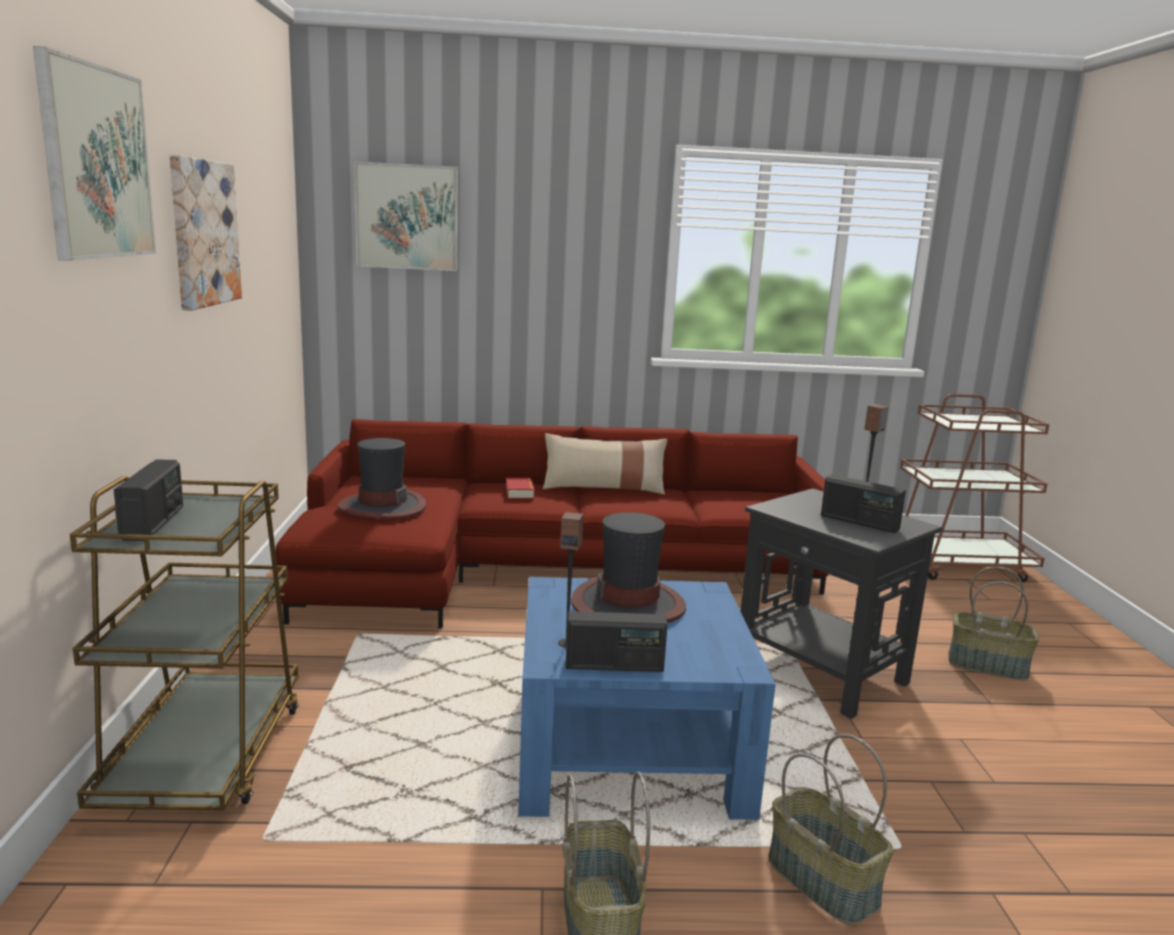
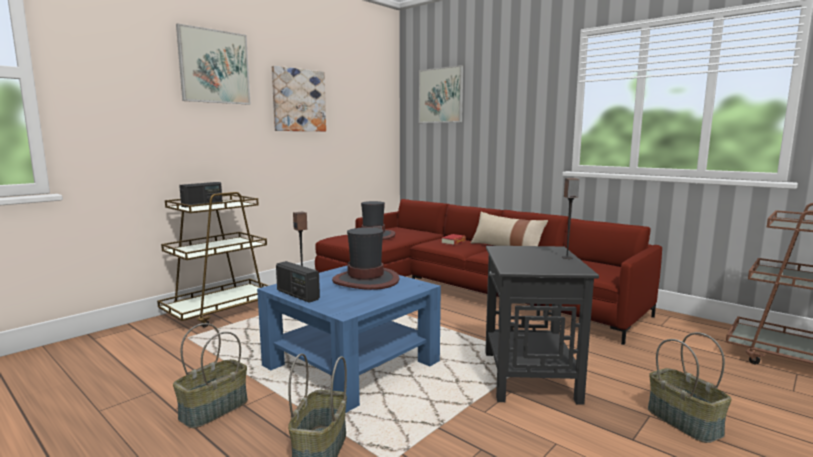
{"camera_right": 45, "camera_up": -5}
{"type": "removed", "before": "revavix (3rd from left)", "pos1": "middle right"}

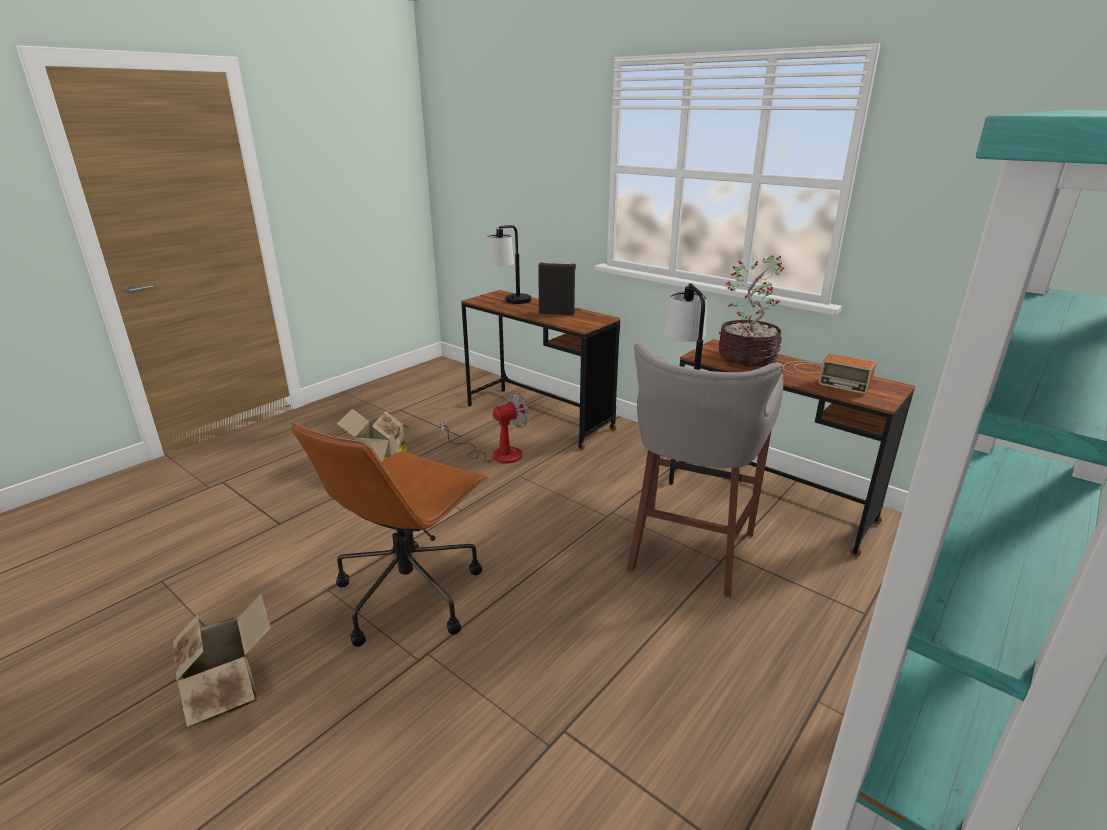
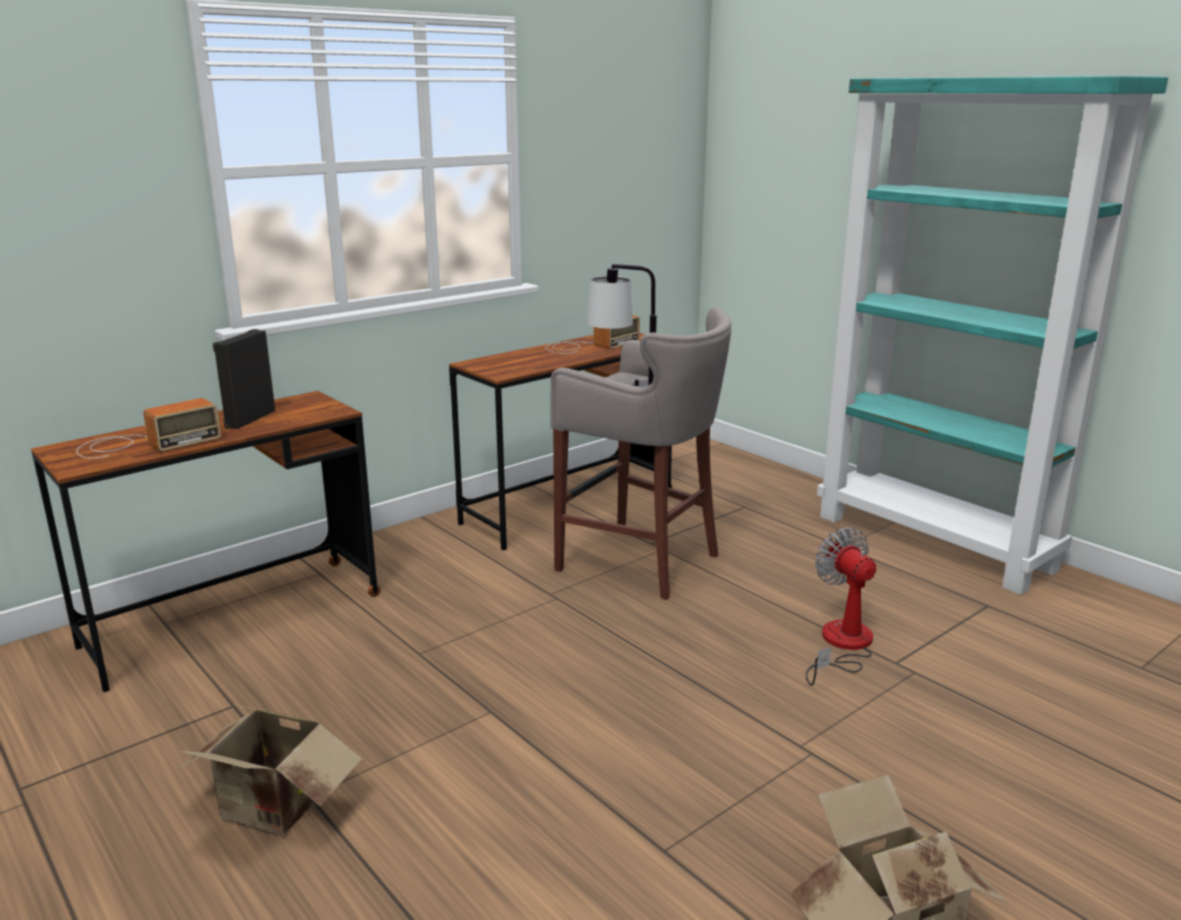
{"camera_right": -80, "camera_up": -5}
{"type": "removed", "before": "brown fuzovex", "pos1": "centre"}
{"type": "removed", "before": "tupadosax", "pos1": "middle right"}
{"type": "moved", "before": "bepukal", "pos1": "centre", "pos2": "middle right"}
{"type": "replaced", "before": "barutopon (1st from left)", "after": "revavix (1st from left)", "pos1": "top centre", "pos2": "middle left"}

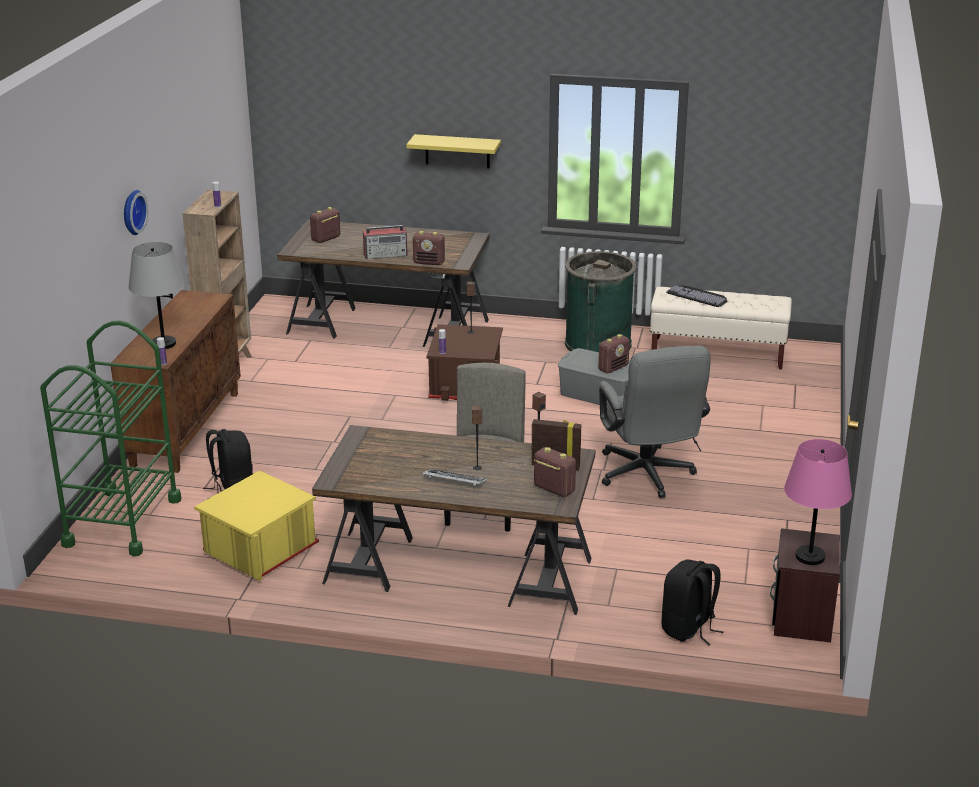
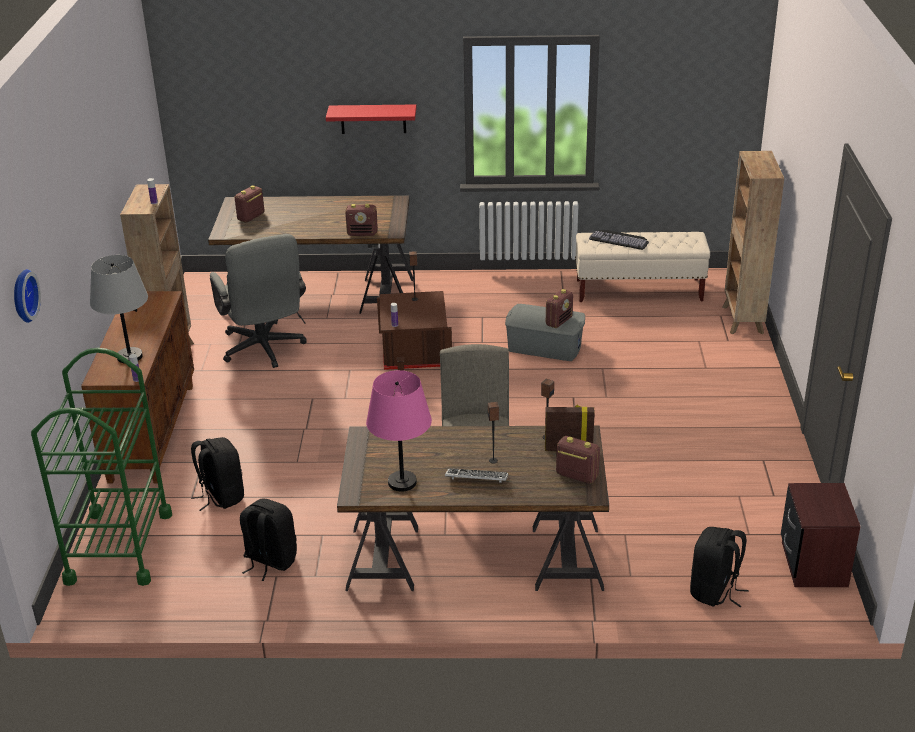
{"camera_right": -10, "camera_up": 5}
{"type": "removed", "before": "revavix (2nd from left)", "pos1": "top centre"}
{"type": "removed", "before": "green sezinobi", "pos1": "centre"}
{"type": "added", "after": "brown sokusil (2nd from left)", "pos2": "top right"}
{"type": "moved", "before": "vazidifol", "pos1": "top left", "pos2": "middle left"}
{"type": "moved", "before": "grey fuzovex", "pos1": "middle right", "pos2": "middle left"}
{"type": "moved", "before": "pink barutopon", "pos1": "middle right", "pos2": "centre"}
{"type": "replaced", "before": "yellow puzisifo", "after": "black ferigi (2nd from left)", "pos1": "bottom left", "pos2": "bottom left"}
{"type": "recoloured", "before": "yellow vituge", "after": "red vituge", "pos1": "top centre", "pos2": "top centre"}

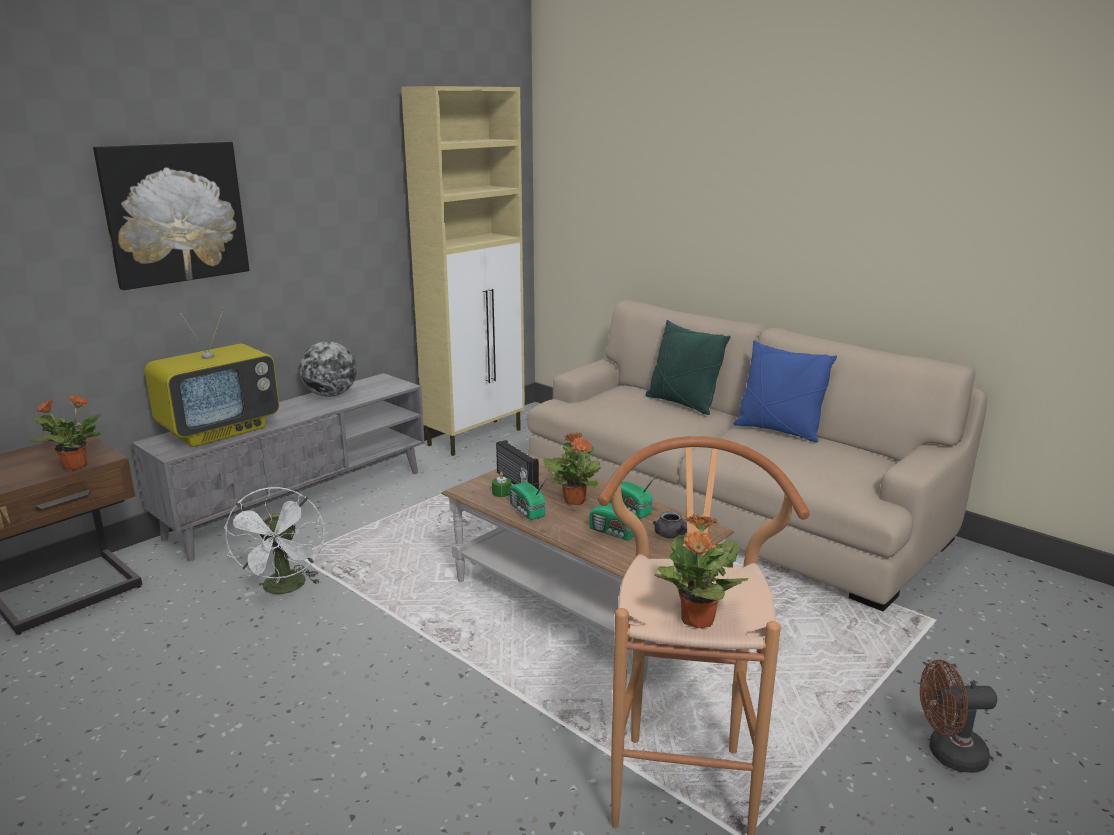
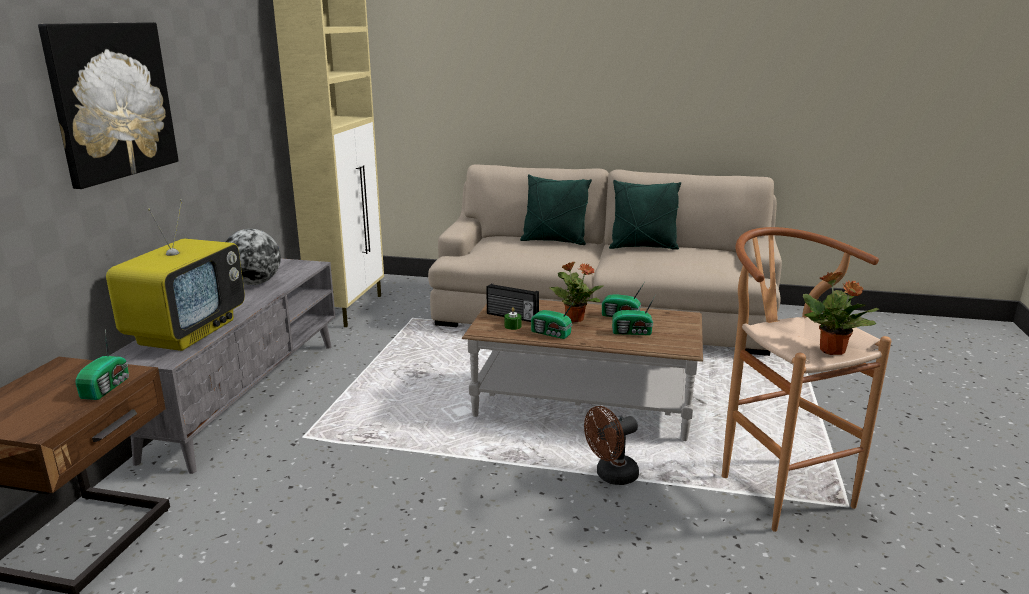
{"camera_right": -30, "camera_up": 0}
{"type": "removed", "before": "white bepukal", "pos1": "middle left"}
{"type": "removed", "before": "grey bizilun", "pos1": "centre"}
{"type": "moved", "before": "brown bepukal", "pos1": "bottom right", "pos2": "bottom centre"}
{"type": "replaced", "before": "tupadosax (1st from left)", "after": "revavix (1st from left)", "pos1": "middle left", "pos2": "middle left"}
{"type": "recoloured", "before": "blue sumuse", "after": "green sumuse (2nd from left)", "pos1": "middle right", "pos2": "centre"}

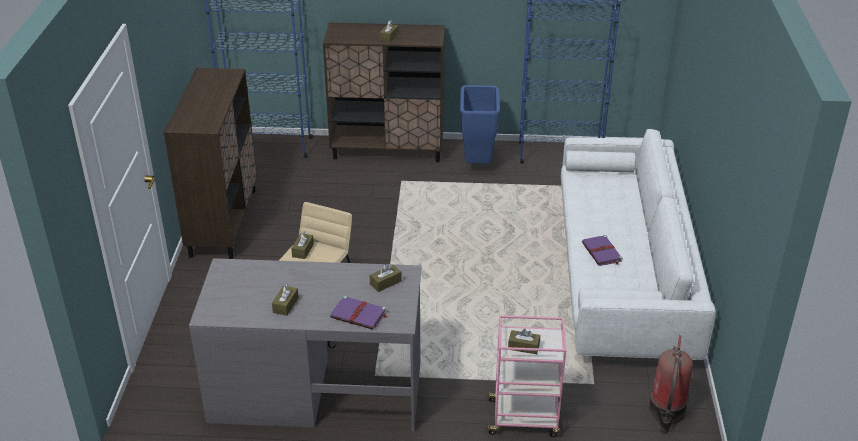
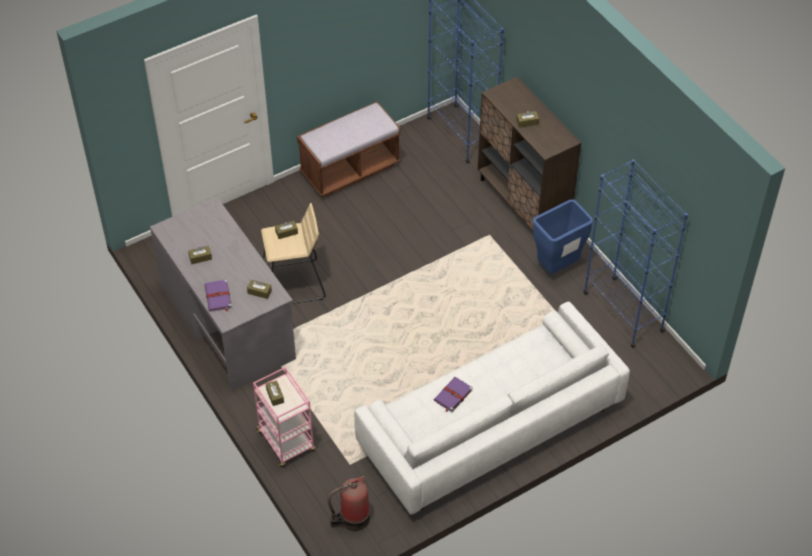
{"camera_right": 55, "camera_up": 15}
{"type": "replaced", "before": "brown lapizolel (1st from left)", "after": "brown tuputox", "pos1": "middle left", "pos2": "top centre"}

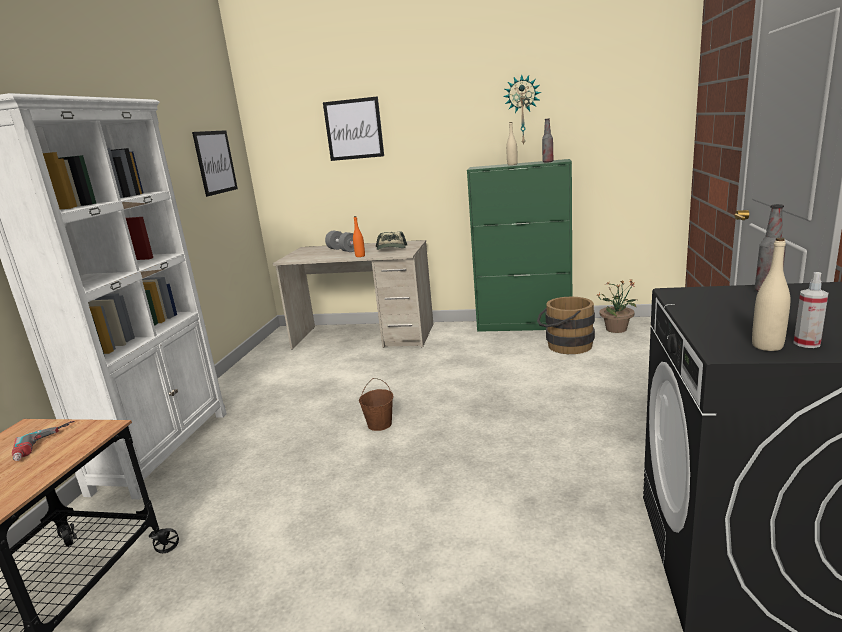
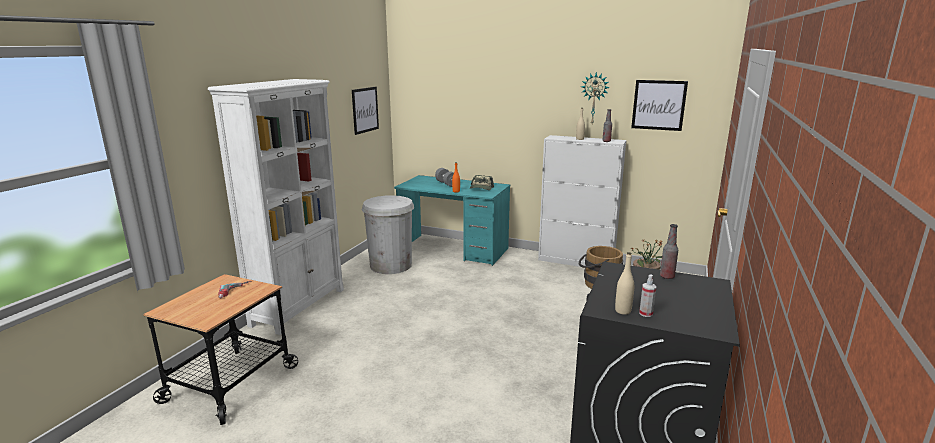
{"camera_right": 10, "camera_up": 0}
{"type": "removed", "before": "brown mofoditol (1st from left)", "pos1": "centre"}
{"type": "added", "after": "white sezinobi", "pos2": "centre"}
{"type": "moved", "before": "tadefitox (2nd from left)", "pos1": "top centre", "pos2": "top right"}
{"type": "recoloured", "before": "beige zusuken", "after": "turquoise zusuken", "pos1": "centre", "pos2": "centre"}
{"type": "recoloured", "before": "green lapizolel", "after": "white lapizolel", "pos1": "centre", "pos2": "centre"}

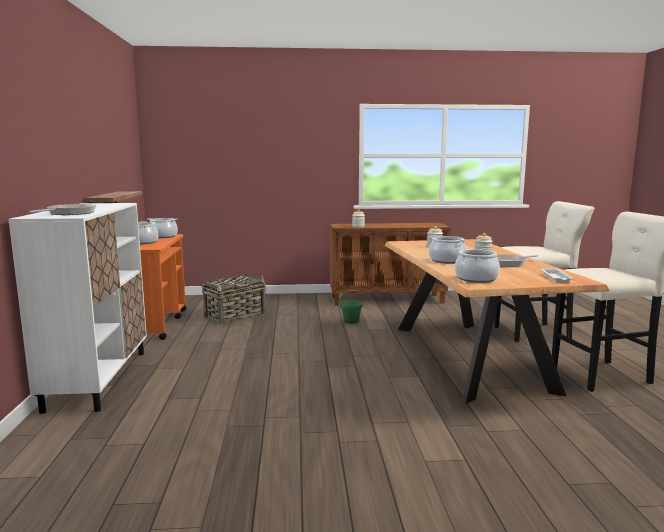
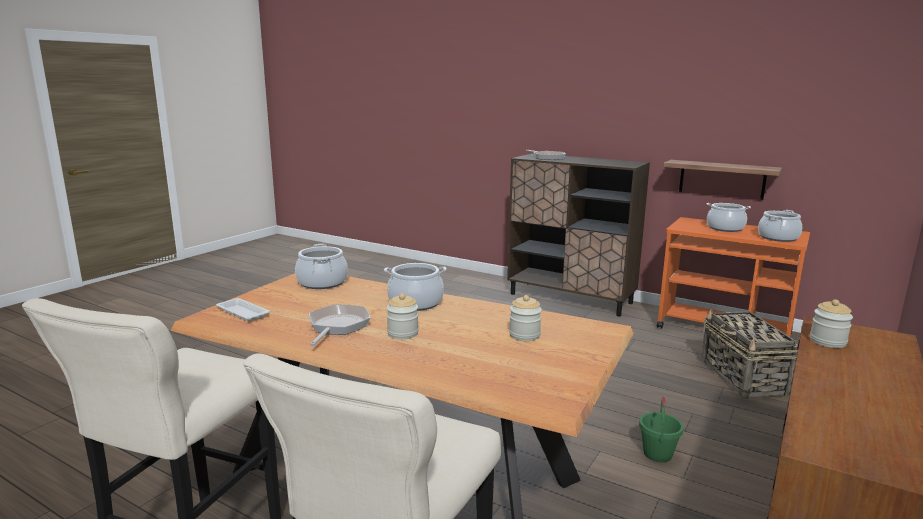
{"camera_right": 125, "camera_up": 5}
{"type": "recoloured", "before": "white lapizolel", "after": "brown lapizolel (1st from left)", "pos1": "middle left", "pos2": "centre"}

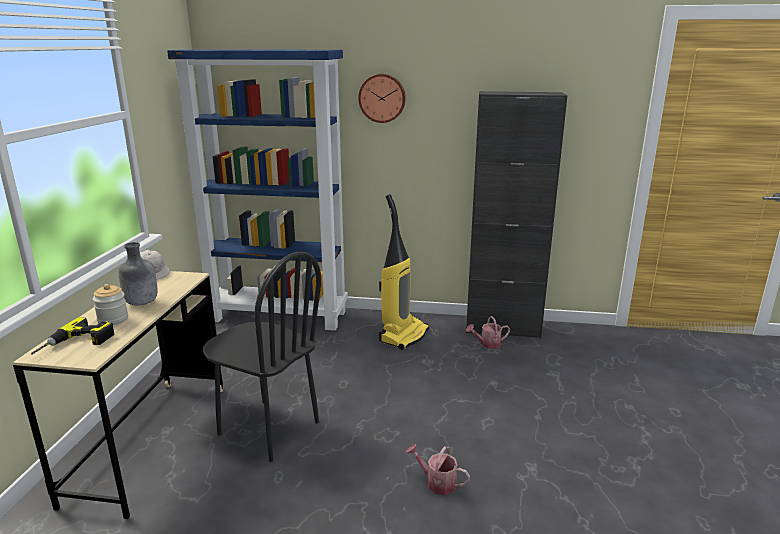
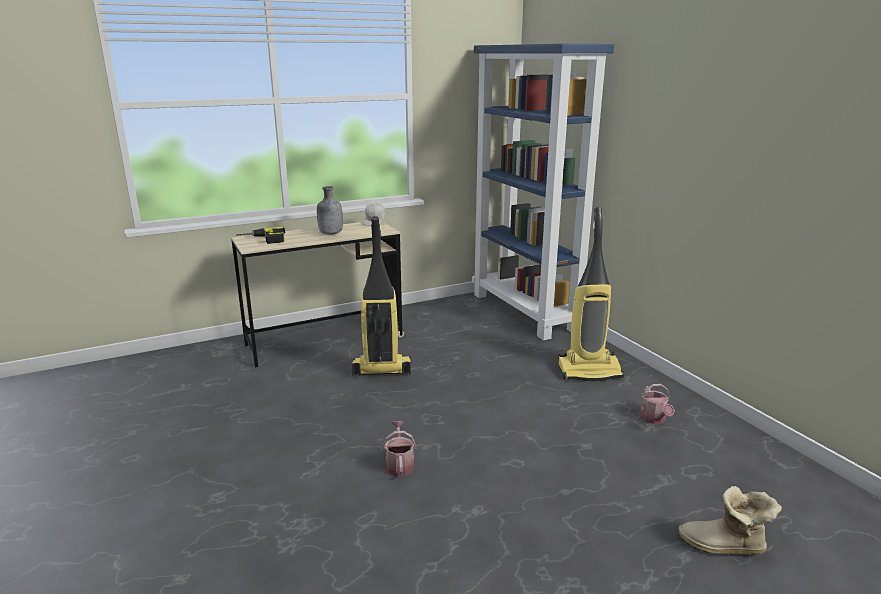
{"camera_right": 55, "camera_up": 0}
{"type": "removed", "before": "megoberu", "pos1": "middle left"}
{"type": "removed", "before": "vazidifol", "pos1": "top centre"}
{"type": "removed", "before": "black lapizolel", "pos1": "centre"}
{"type": "added", "after": "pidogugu", "pos2": "bottom right"}
{"type": "replaced", "before": "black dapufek", "after": "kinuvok (1st from left)", "pos1": "bottom centre", "pos2": "centre"}
{"type": "turned", "before": "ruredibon (2nd from left)", "pos1": "centre", "pos2": "bottom right", "turn": -135}

